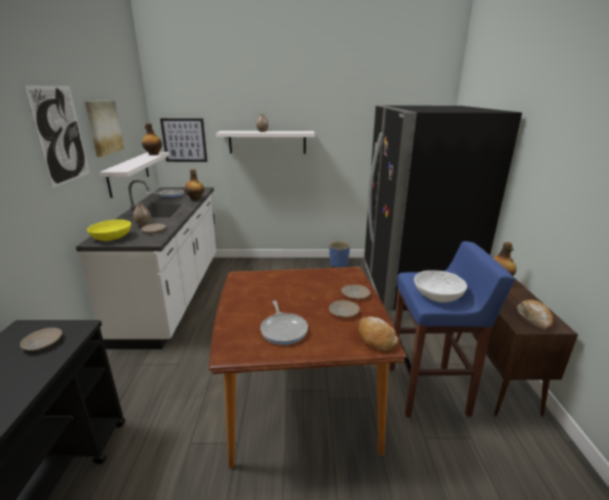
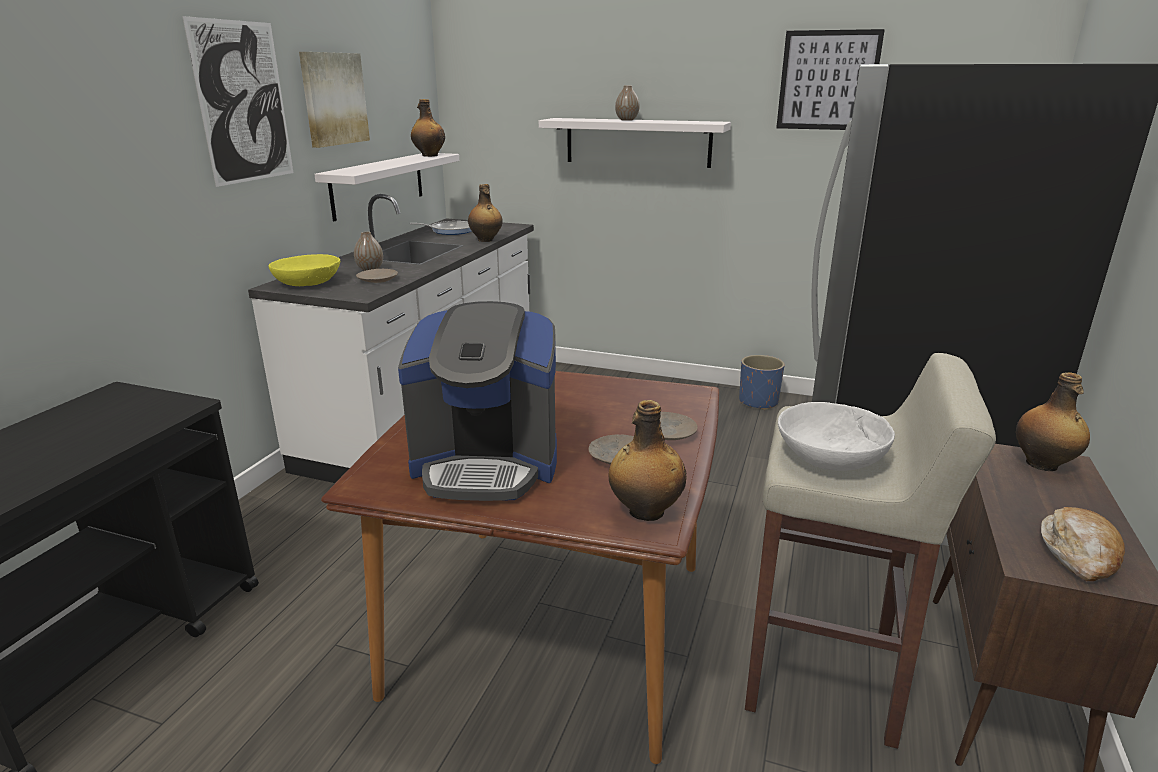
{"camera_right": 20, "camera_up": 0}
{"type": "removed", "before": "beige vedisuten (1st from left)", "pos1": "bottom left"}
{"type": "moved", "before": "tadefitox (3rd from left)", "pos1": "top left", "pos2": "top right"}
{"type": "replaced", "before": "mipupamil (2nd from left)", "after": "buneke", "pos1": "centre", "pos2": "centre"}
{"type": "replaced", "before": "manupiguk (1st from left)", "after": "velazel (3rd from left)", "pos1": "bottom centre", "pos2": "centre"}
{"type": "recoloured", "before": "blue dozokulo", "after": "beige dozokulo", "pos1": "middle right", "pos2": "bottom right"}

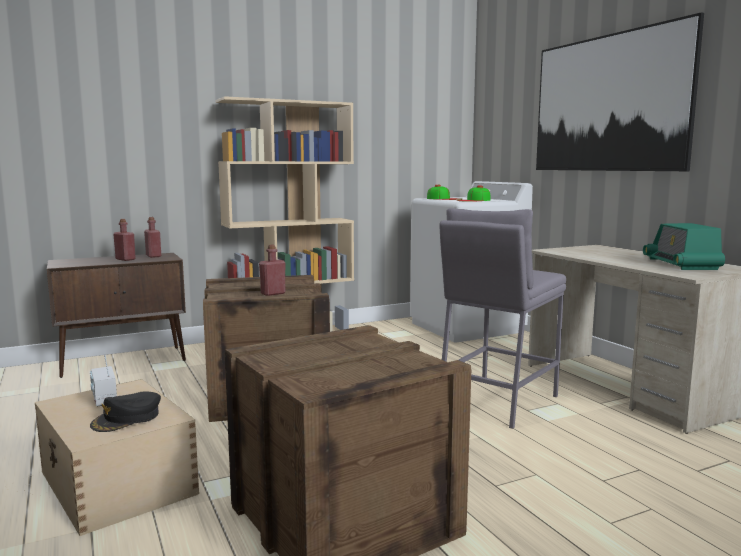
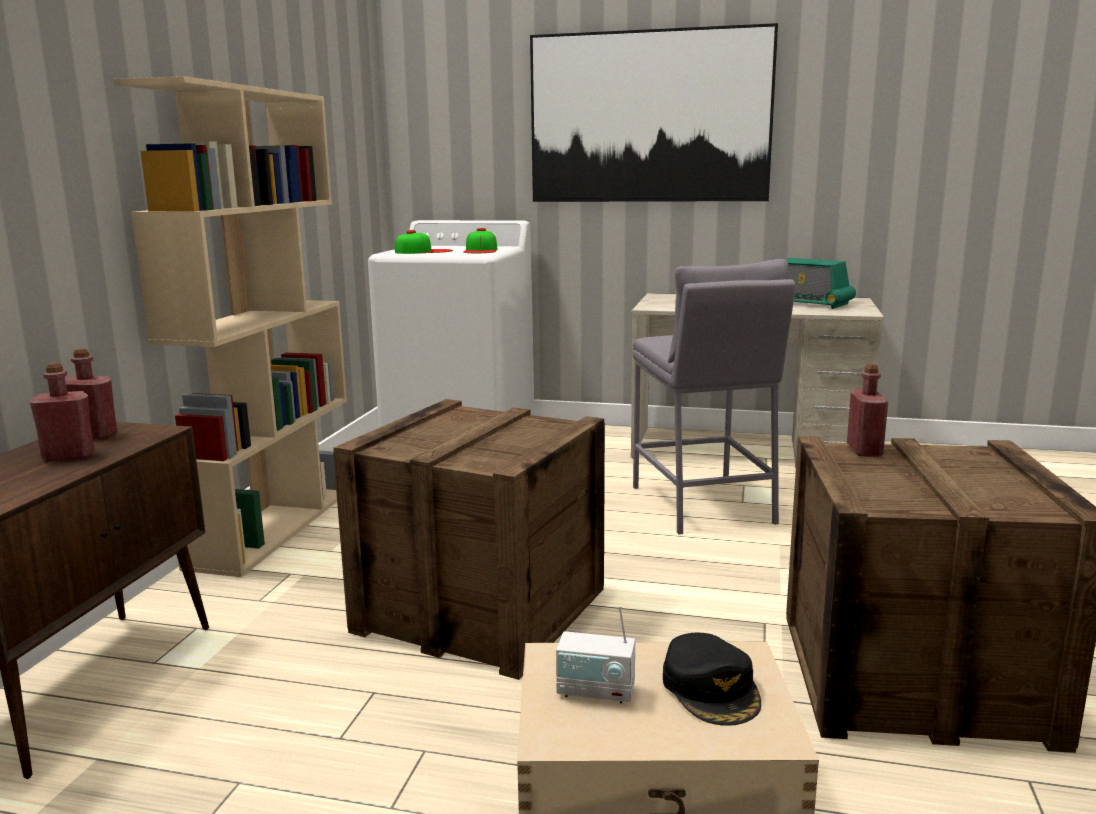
{"camera_right": -50, "camera_up": 5}
{"type": "moved", "before": "red velazel (3rd from left)", "pos1": "centre", "pos2": "middle right"}

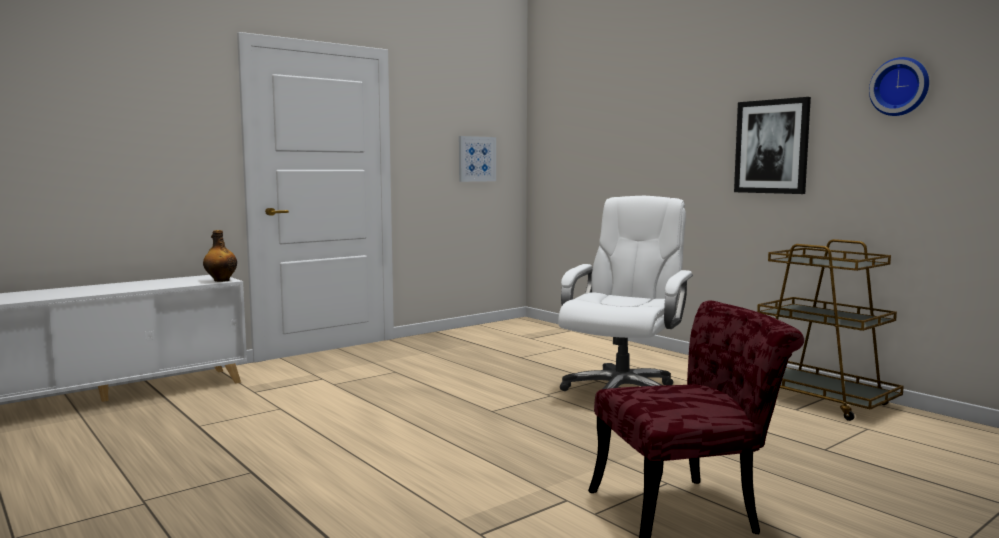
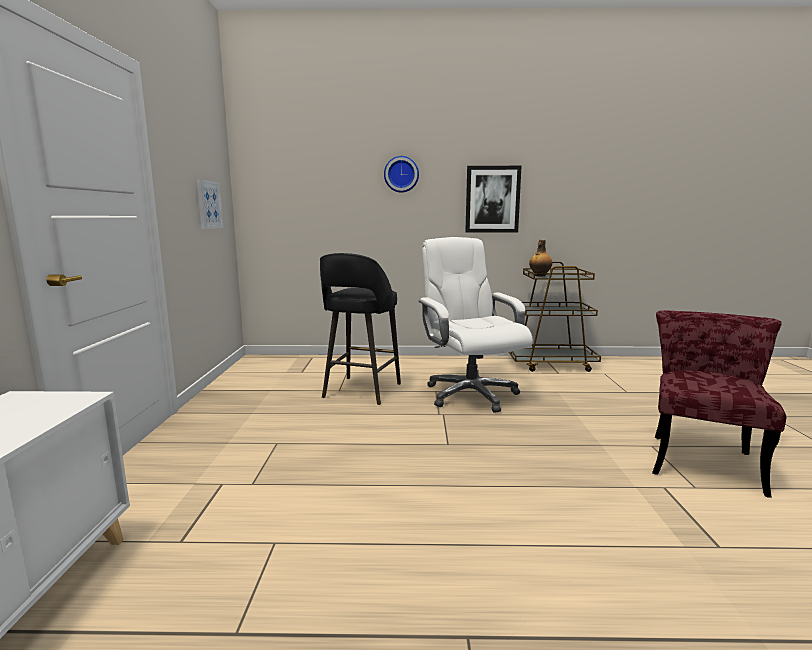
{"camera_right": -50, "camera_up": 5}
{"type": "added", "after": "black dozokulo", "pos2": "centre"}
{"type": "moved", "before": "velazel", "pos1": "middle left", "pos2": "centre"}
{"type": "moved", "before": "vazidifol", "pos1": "top right", "pos2": "top centre"}

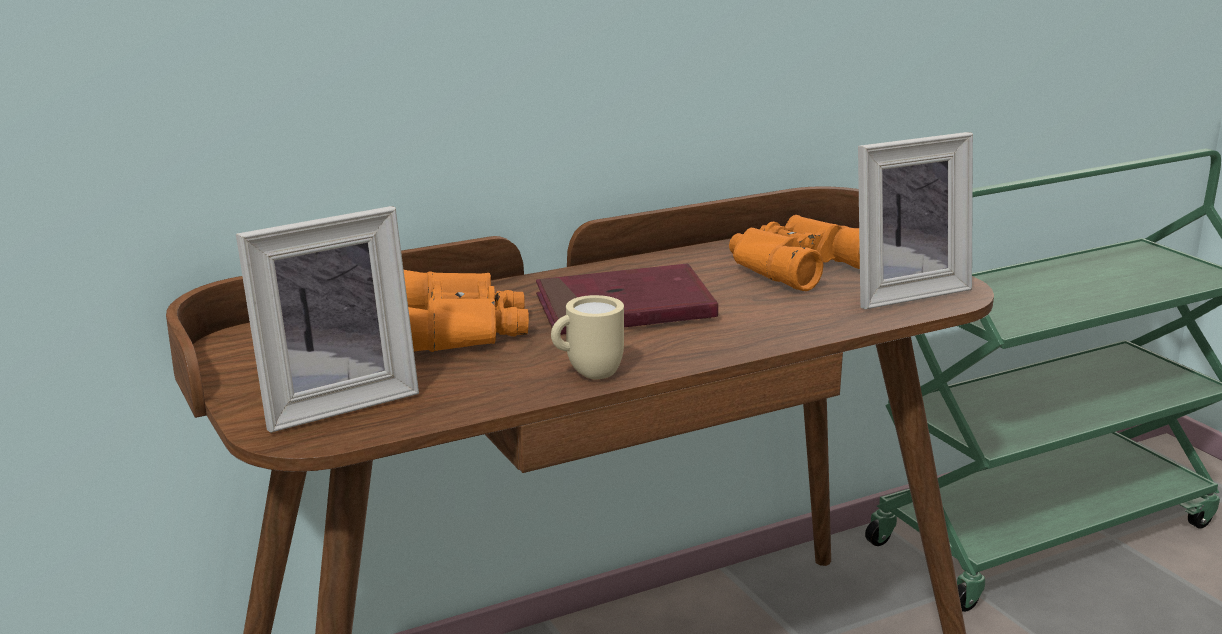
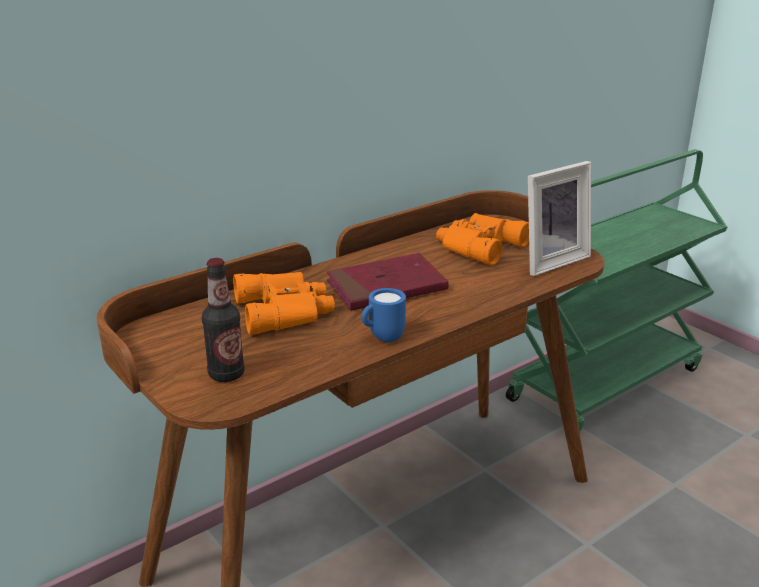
{"camera_right": -10, "camera_up": 5}
{"type": "replaced", "before": "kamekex (1st from left)", "after": "velazel", "pos1": "middle left", "pos2": "middle left"}
{"type": "recoloured", "before": "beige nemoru", "after": "blue nemoru", "pos1": "centre", "pos2": "centre"}

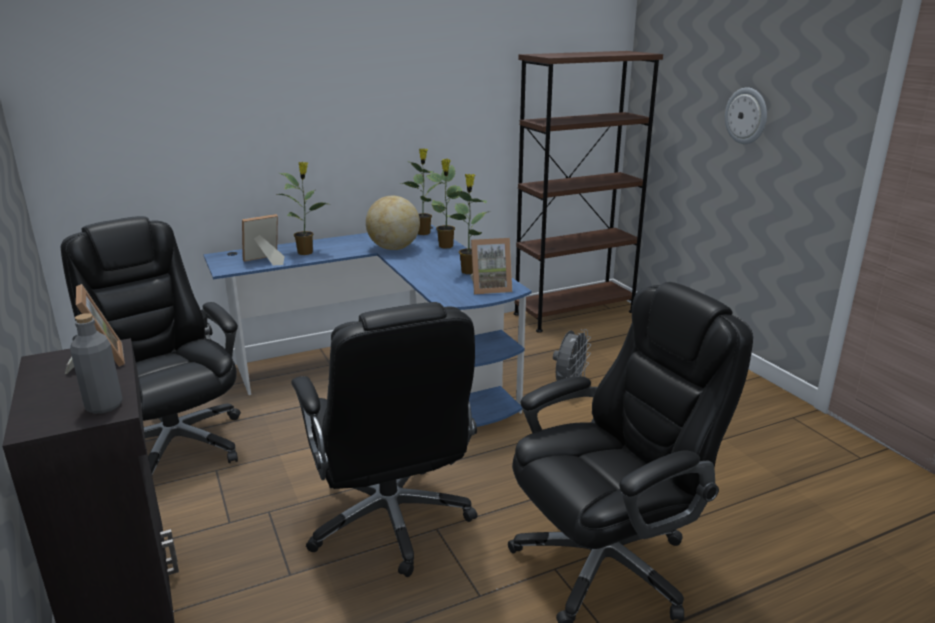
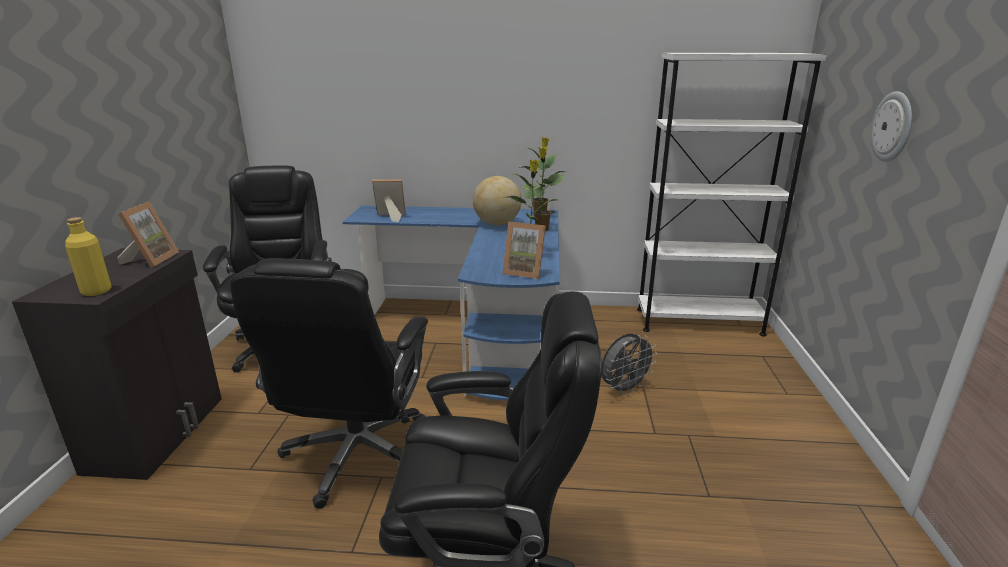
{"camera_right": 30, "camera_up": 0}
{"type": "removed", "before": "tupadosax (1st from left)", "pos1": "middle left"}
{"type": "recoloured", "before": "grey velazel", "after": "yellow velazel", "pos1": "middle left", "pos2": "middle left"}
{"type": "recoloured", "before": "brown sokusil", "after": "white sokusil", "pos1": "top centre", "pos2": "middle right"}

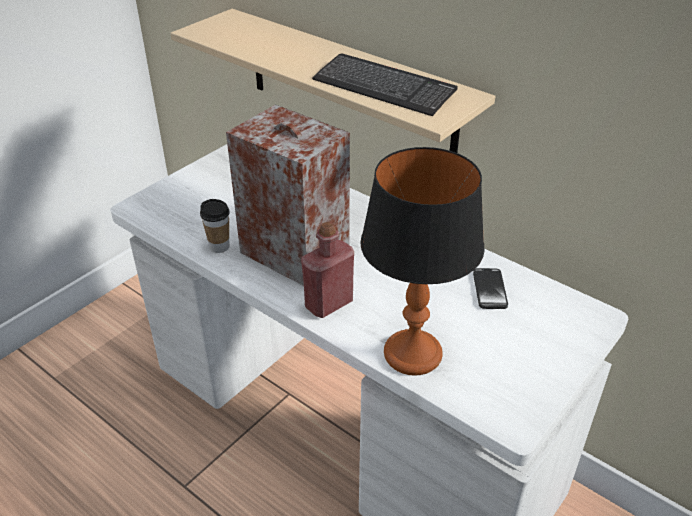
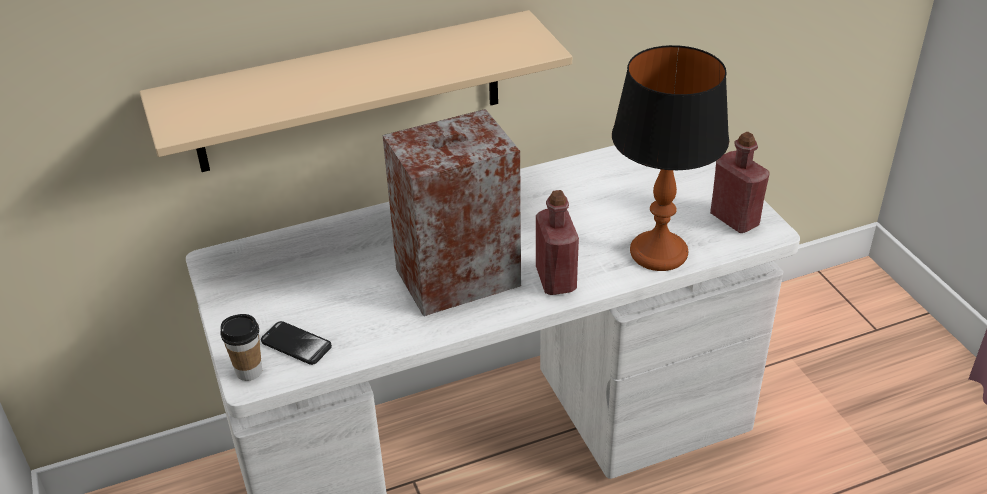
{"camera_right": -60, "camera_up": 0}
{"type": "removed", "before": "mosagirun", "pos1": "top centre"}
{"type": "added", "after": "red velazel (2nd from left)", "pos2": "middle right"}
{"type": "moved", "before": "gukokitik", "pos1": "middle left", "pos2": "bottom left"}
{"type": "moved", "before": "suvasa", "pos1": "middle right", "pos2": "bottom left"}

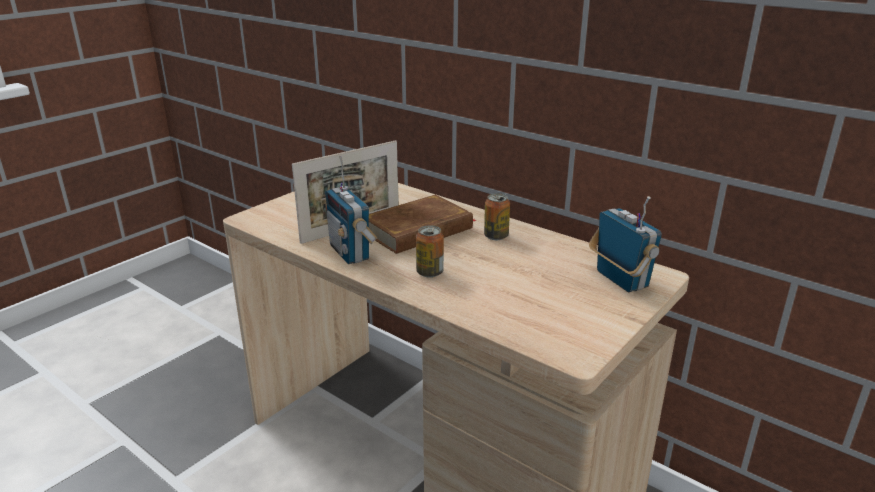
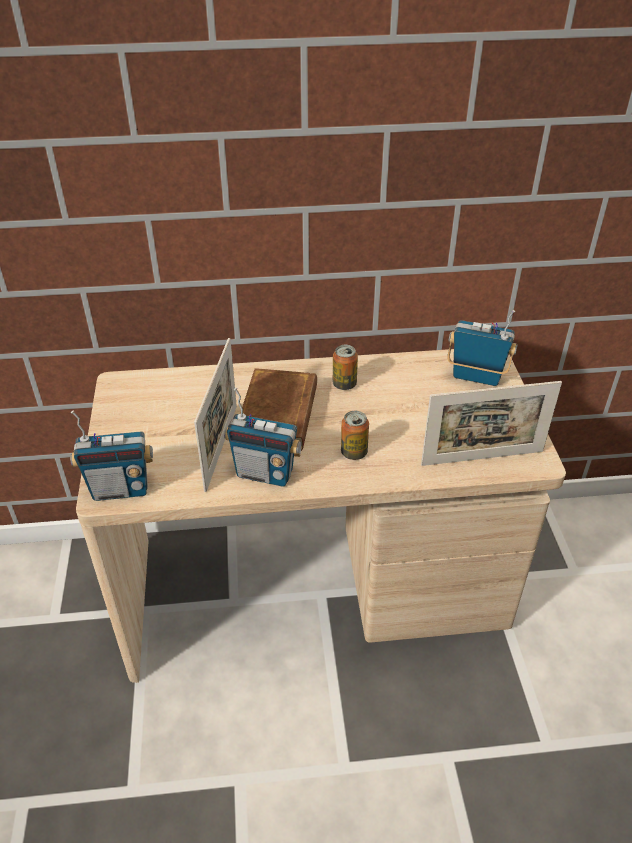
{"camera_right": -45, "camera_up": 15}
{"type": "added", "after": "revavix (1st from left)", "pos2": "middle left"}
{"type": "added", "after": "kamekex (2nd from left)", "pos2": "middle right"}

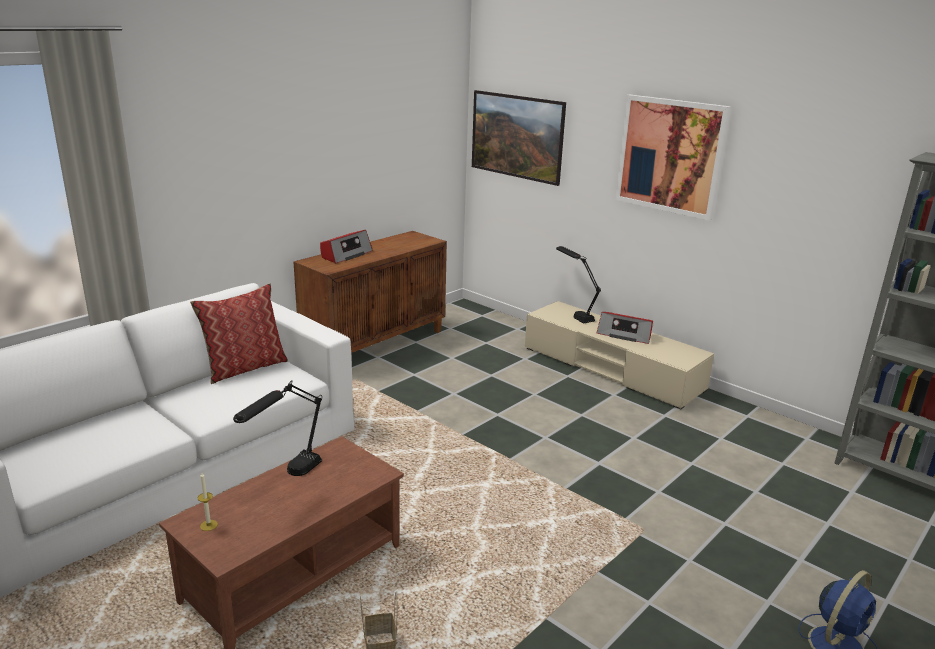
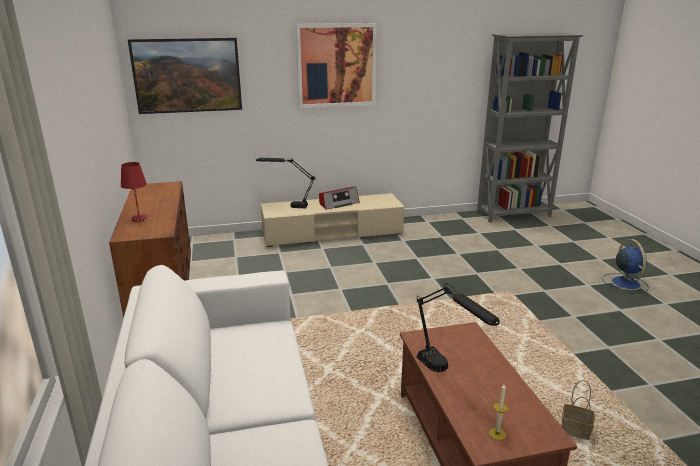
{"camera_right": -55, "camera_up": 0}
{"type": "removed", "before": "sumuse", "pos1": "middle left"}
{"type": "replaced", "before": "revavix (1st from left)", "after": "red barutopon", "pos1": "centre", "pos2": "middle left"}

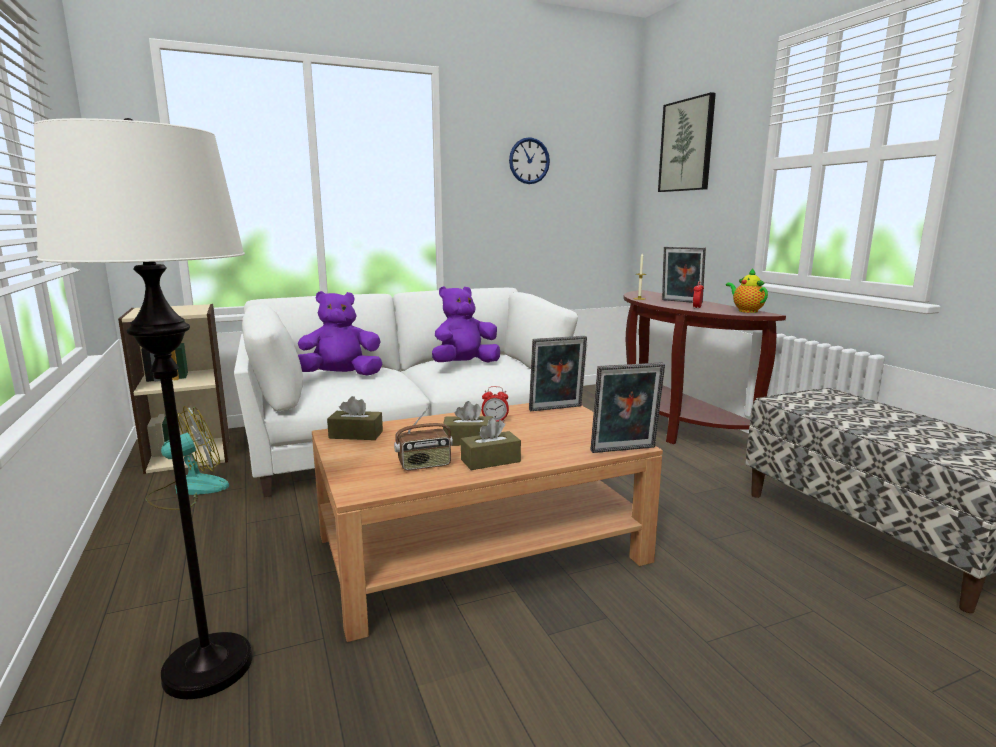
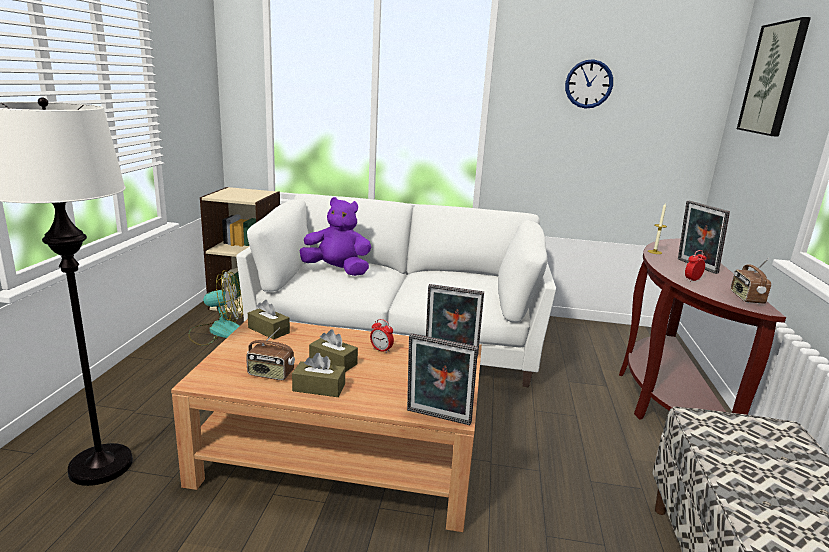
{"camera_right": 30, "camera_up": 5}
{"type": "removed", "before": "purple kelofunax (2nd from left)", "pos1": "centre"}
{"type": "replaced", "before": "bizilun", "after": "revavix (2nd from left)", "pos1": "middle right", "pos2": "middle right"}

